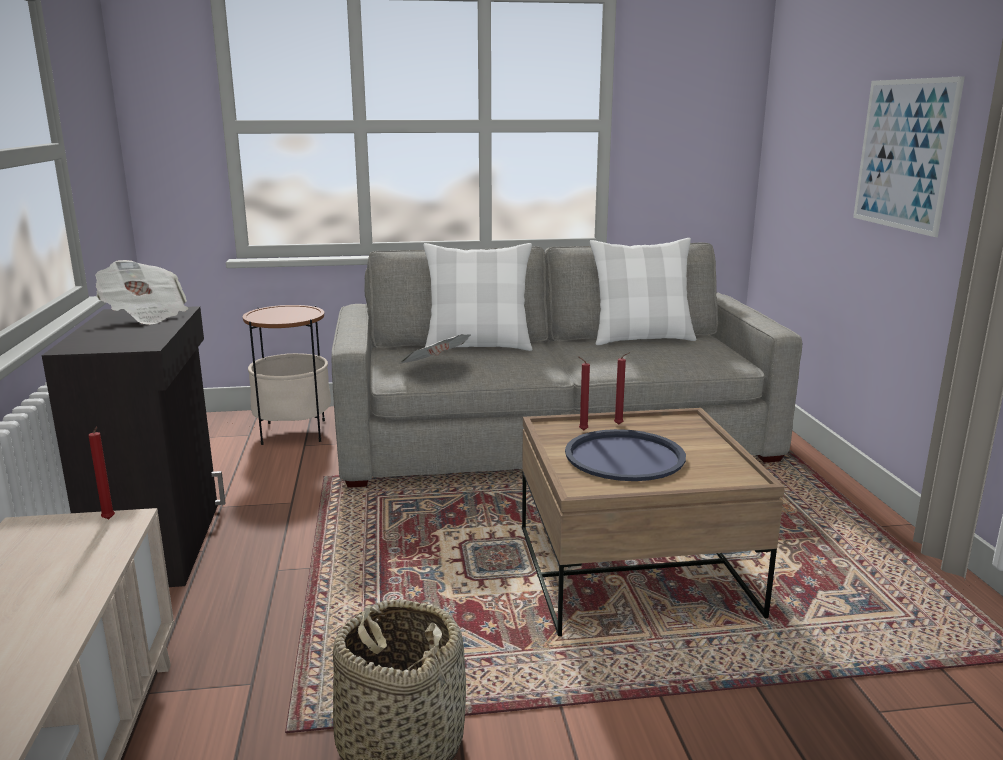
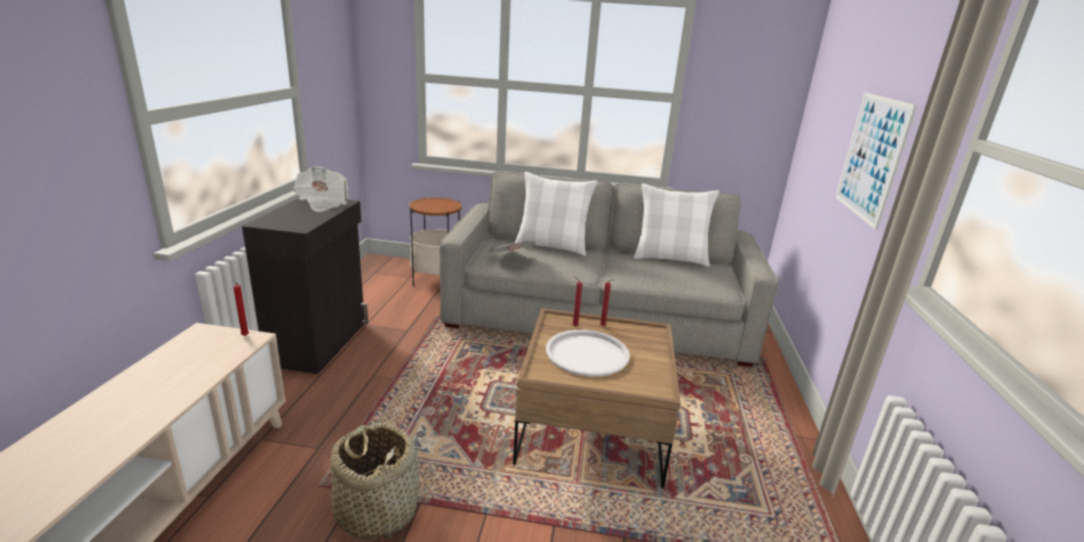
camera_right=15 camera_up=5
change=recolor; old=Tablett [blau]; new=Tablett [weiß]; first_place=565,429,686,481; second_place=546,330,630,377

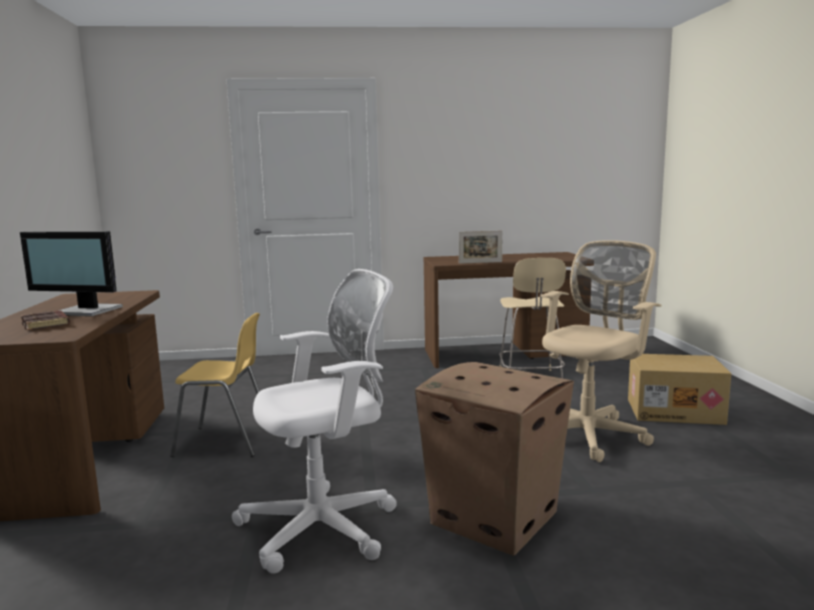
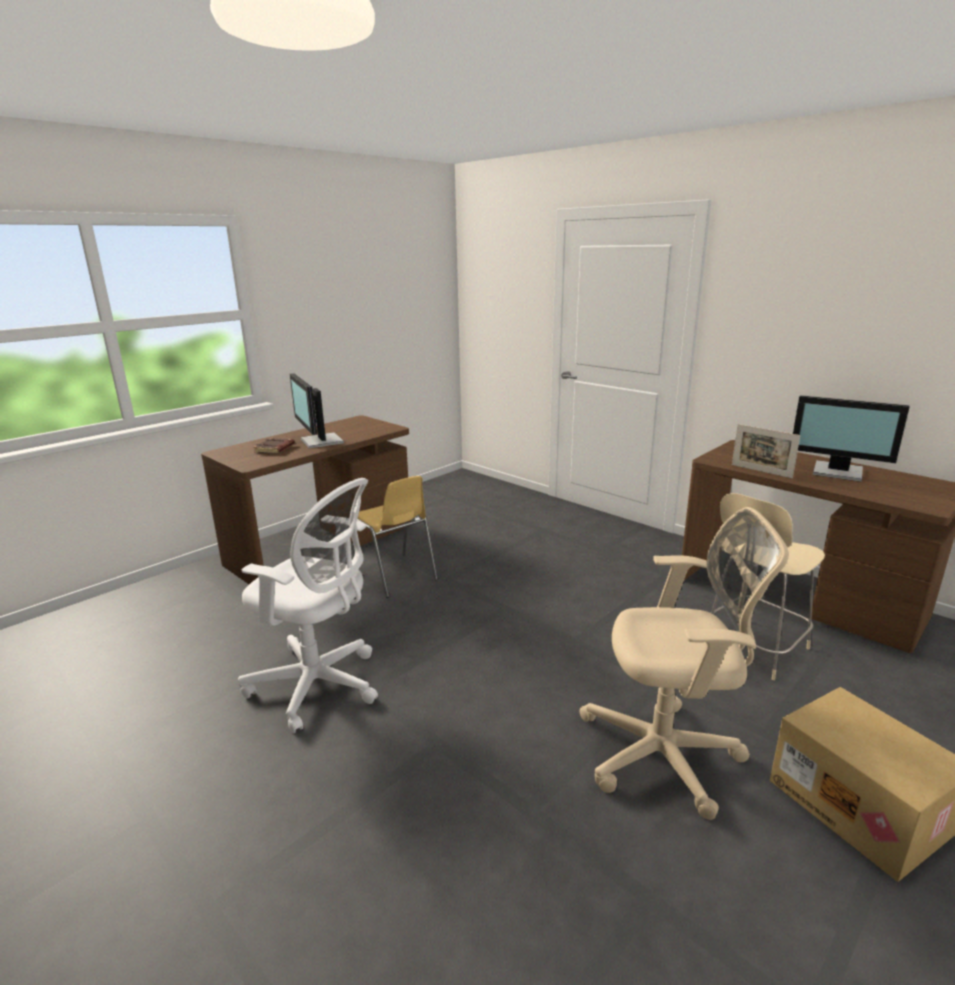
camera_right=50 camera_up=10
change=delete; old=Karton; first_place=415,362,574,556
change=insert; new=Monitor; second_place=793,395,910,482

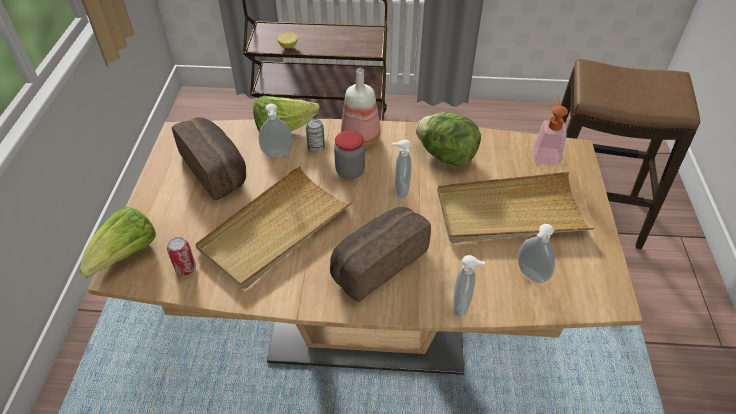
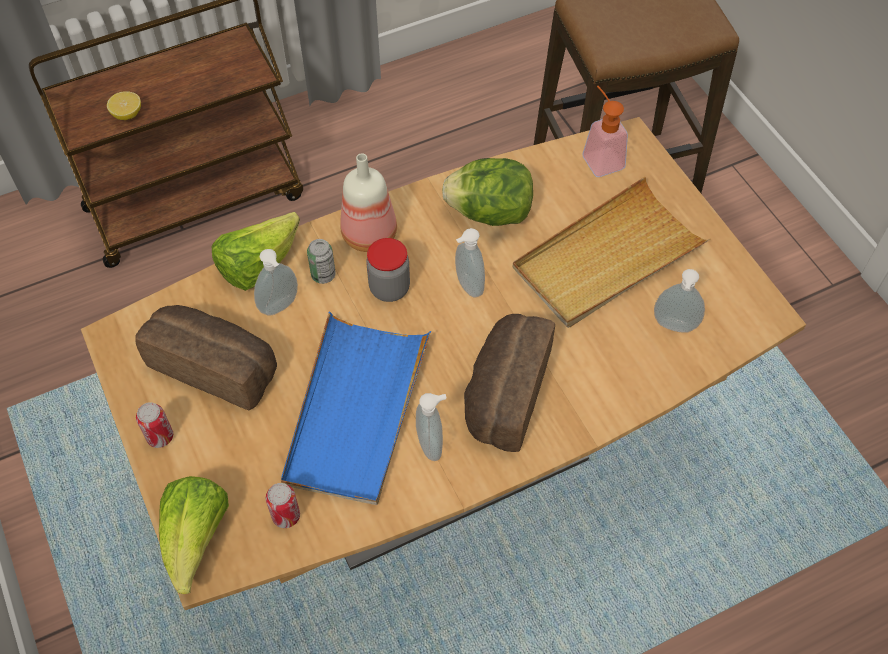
camera_right=-30 camera_up=10
change=recolor; old=Tablett [beige]; new=Tablett [blau]; first_place=195,165,353,289; second_place=281,312,431,505
change=move; old=Seifenspender; first_place=453,255,485,317; second_place=416,393,446,461
change=insert; new=Dose; second_place=136,402,173,448

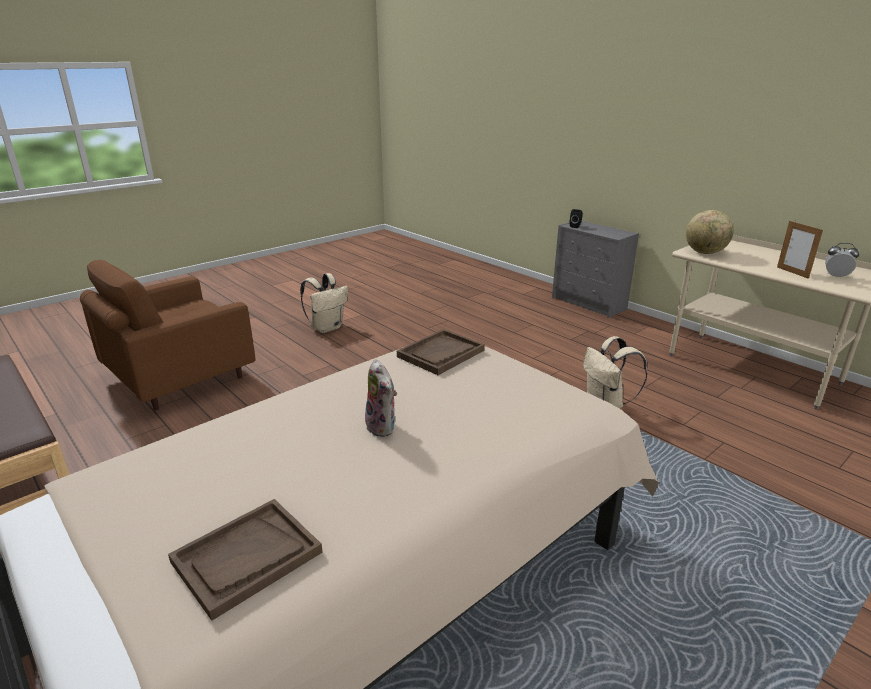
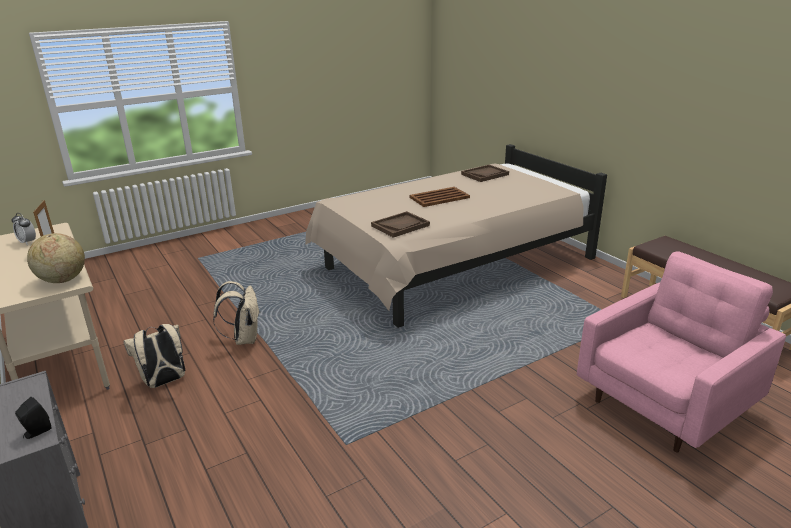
camera_right=-170 camera_up=0
change=recolor; old=Sessel [braun]; new=Sessel [rosa]; first_place=80,260,256,410; second_place=577,251,786,452
change=move; old=Rucksack [beige]; first_place=300,273,348,333; second_place=124,324,185,388
change=replace; old=Plüschtier; new=Tablett [braun]; first_place=365,359,397,437; second_place=409,187,470,207

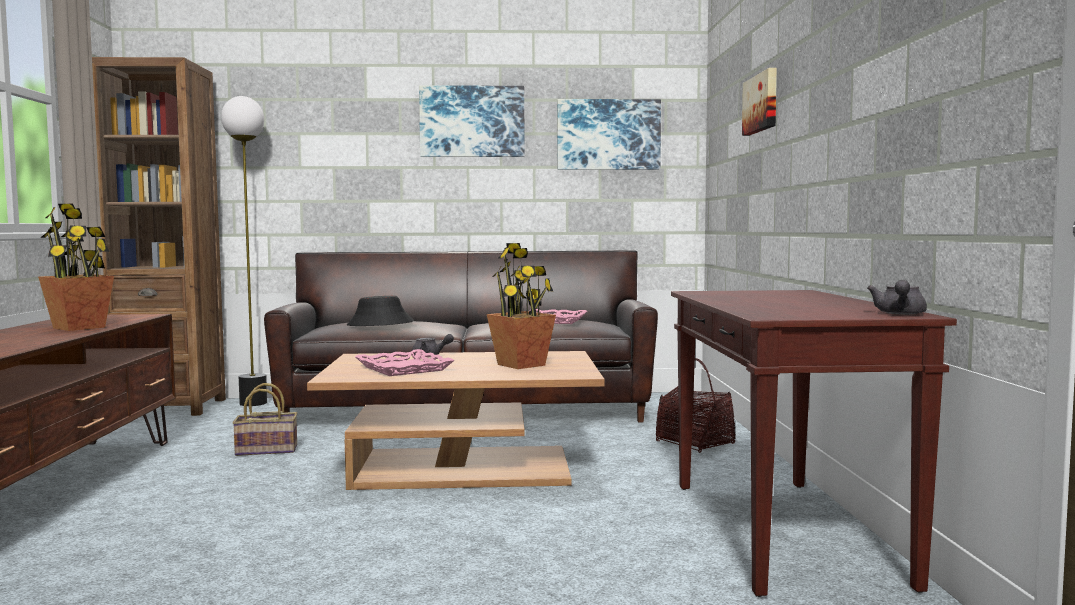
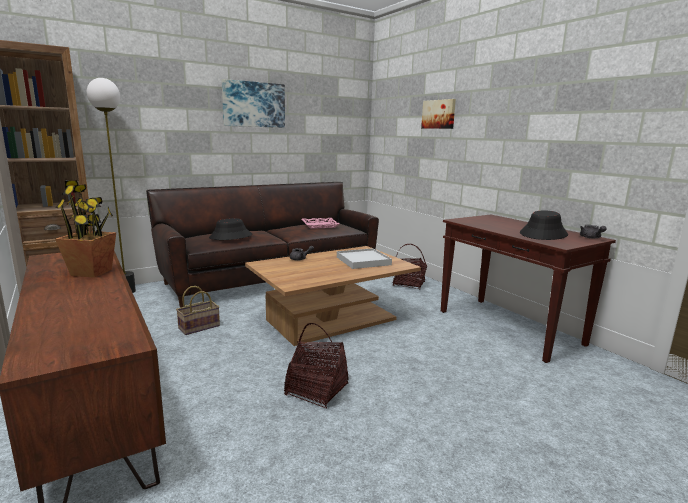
camera_right=-30 camera_up=10
change=delete; old=Tablett [rosa]; first_place=355,349,455,376
change=replace; old=Topfpflanze; new=Tablett [weiß]; first_place=487,243,556,369; second_place=337,248,392,269
change=delete; old=Bild; first_place=557,99,661,170
change=insert; new=Korb; second_place=284,323,349,408
change=insert; new=Hut [schwarz]; second_place=520,211,568,240

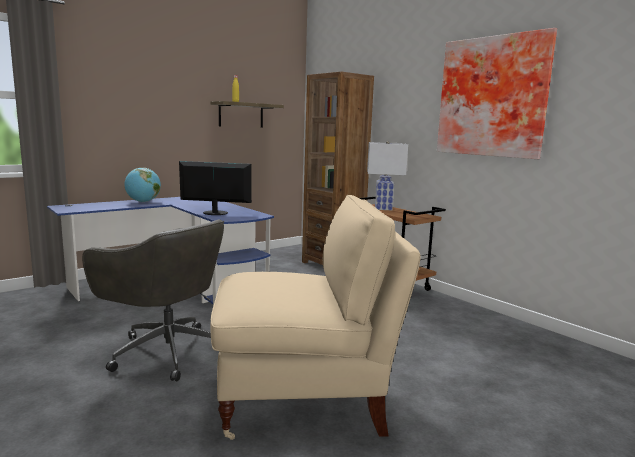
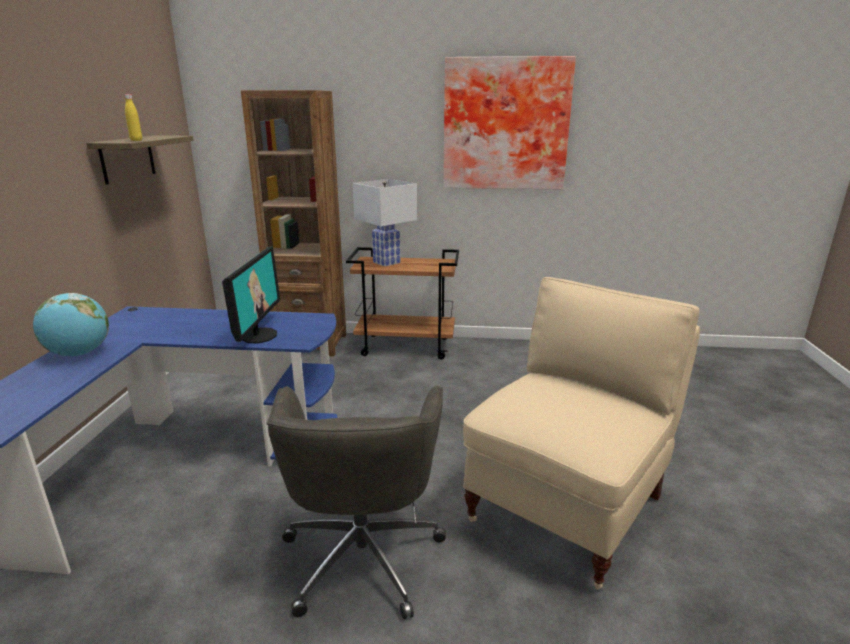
camera_right=-45 camera_up=10
change=rotate; old=Bürostuhl [grau]; first_place=82,219,224,381; second_place=266,386,446,620; degrees=105
change=rotate; old=Monitor; first_place=179,161,252,215; second_place=222,246,280,344; degrees=135

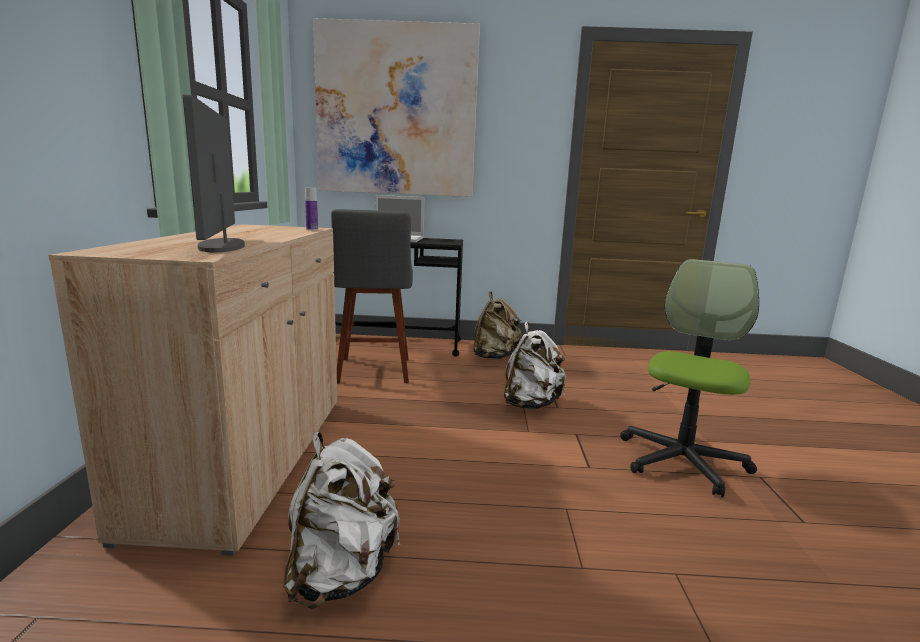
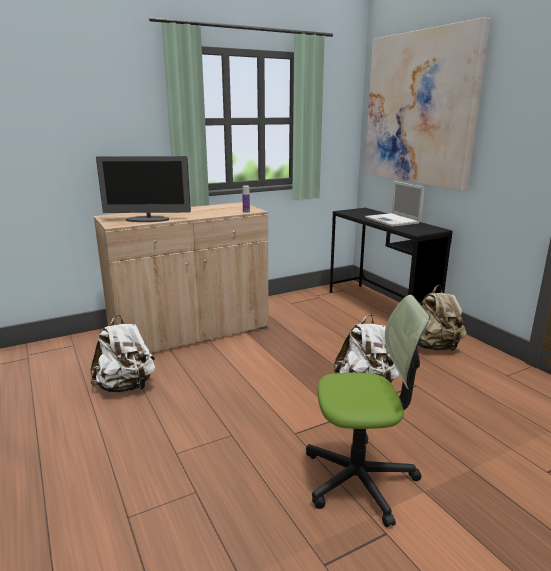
camera_right=60 camera_up=5
change=rotate; old=Monitor; first_place=183,94,245,252; second_place=96,156,191,222; degrees=-135
change=delete; old=Hocker [grau]; first_place=331,209,413,383

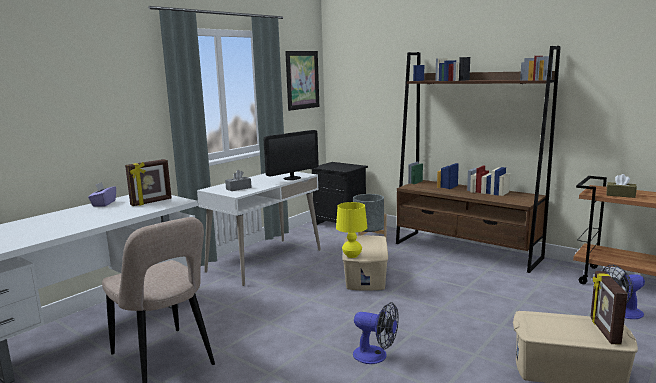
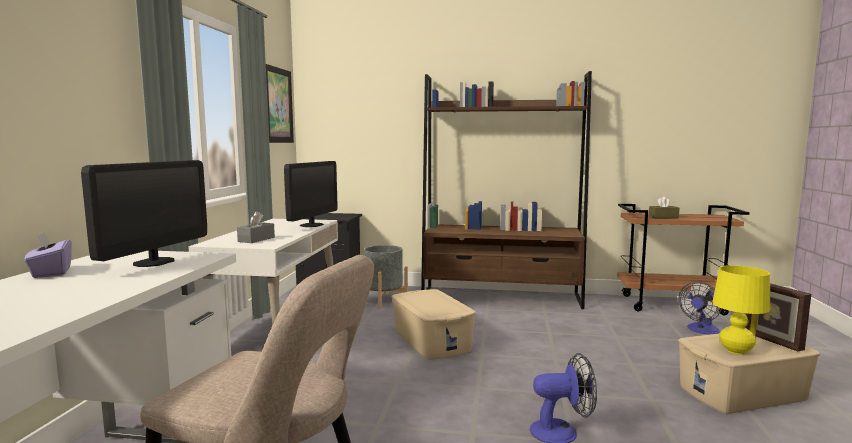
camera_right=-30 camera_up=-5
change=replace; old=Bilderrahmen; new=Monitor; first_place=125,159,172,206; second_place=81,160,207,267
change=move; old=Tischlampe [gelb]; first_place=336,202,367,258; second_place=712,265,770,354

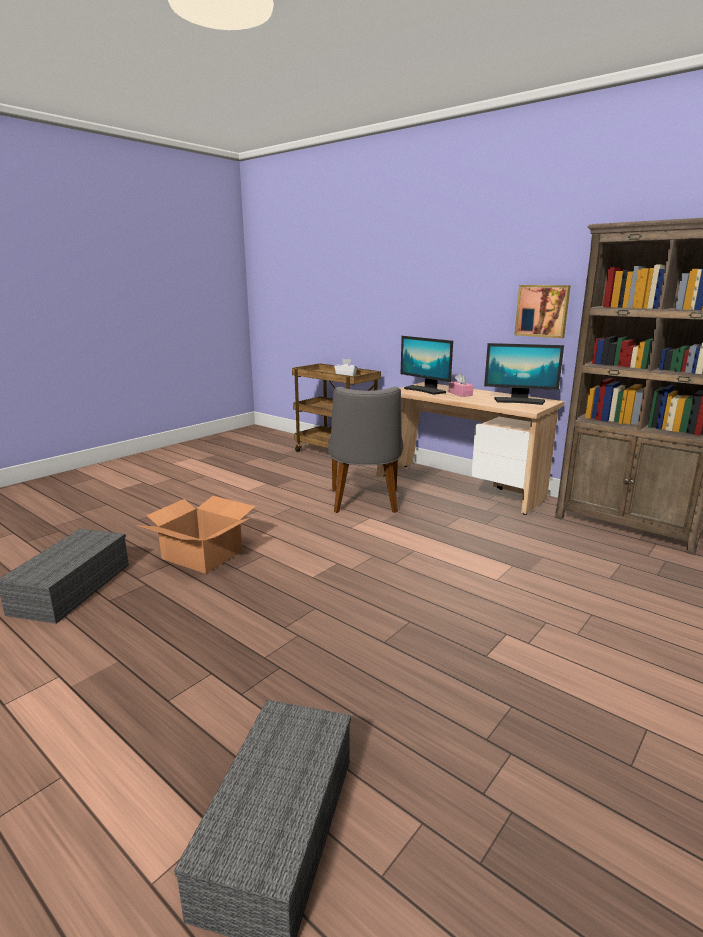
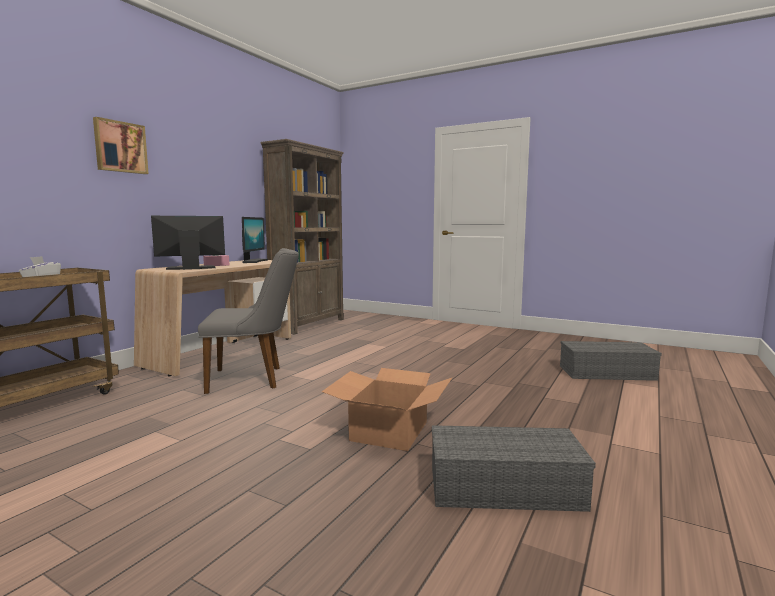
camera_right=-100 camera_up=-10
change=rotate; old=Monitor; first_place=401,336,453,395; second_place=151,216,225,270; degrees=-150
change=move; old=Bild; first_place=514,285,571,338; second_place=93,117,149,174

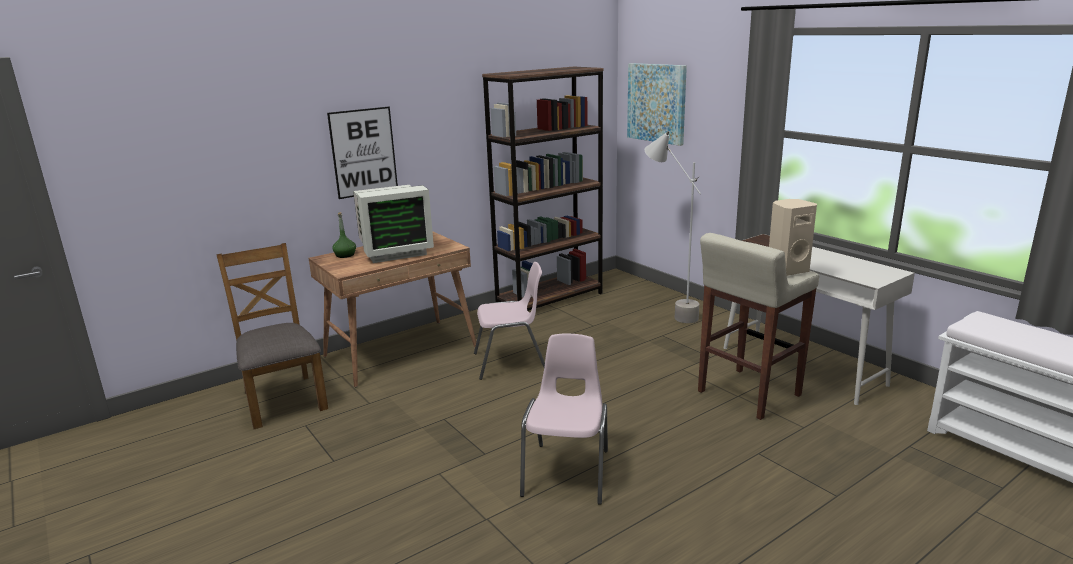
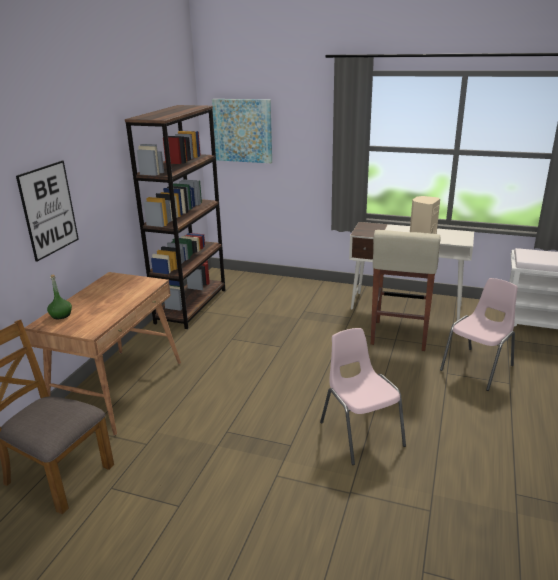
camera_right=-35 camera_up=5
change=delete; old=Monitor; first_place=353,185,434,263
change=move; old=Stuhl [rosa]; first_place=474,262,545,380; second_place=440,278,518,391
change=delete; old=Stehlampe [grau]; first_place=645,131,701,323

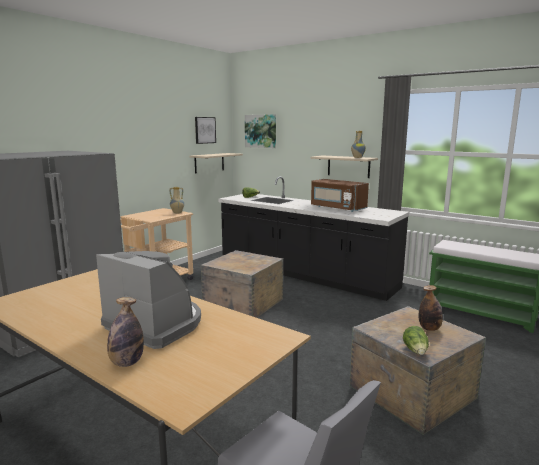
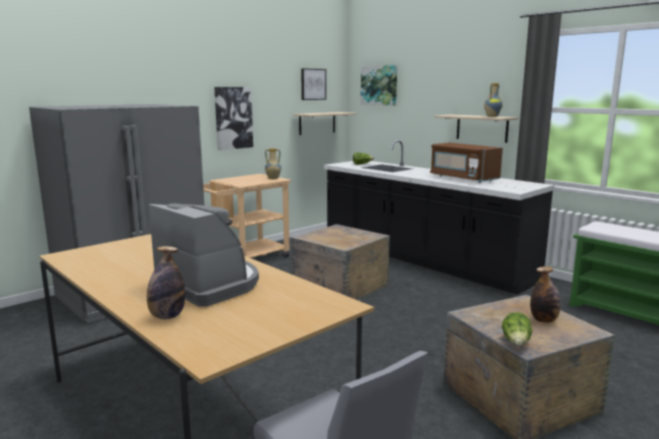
camera_right=10 camera_up=0
change=insert; new=Bild; second_place=214,87,253,150

